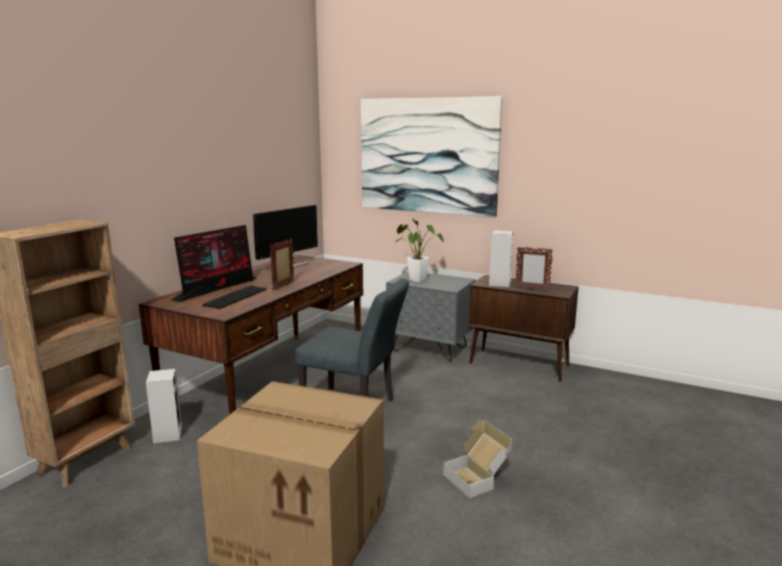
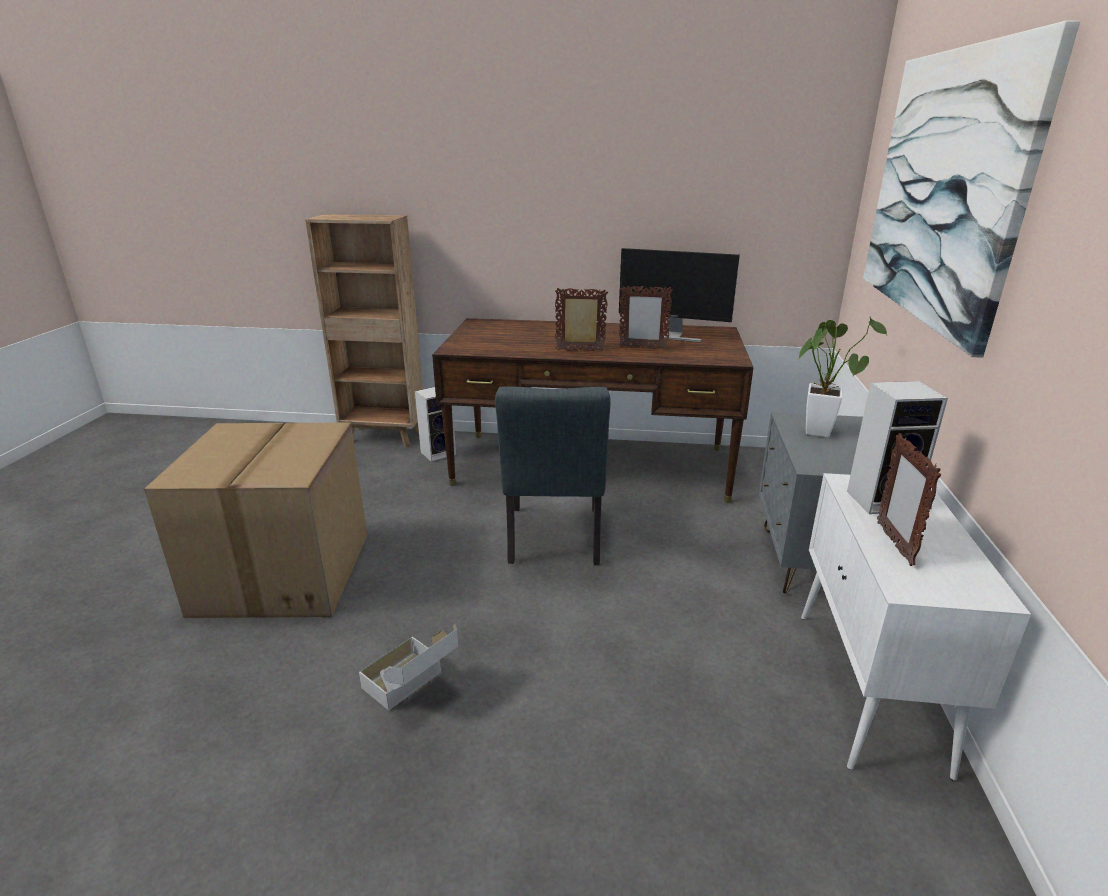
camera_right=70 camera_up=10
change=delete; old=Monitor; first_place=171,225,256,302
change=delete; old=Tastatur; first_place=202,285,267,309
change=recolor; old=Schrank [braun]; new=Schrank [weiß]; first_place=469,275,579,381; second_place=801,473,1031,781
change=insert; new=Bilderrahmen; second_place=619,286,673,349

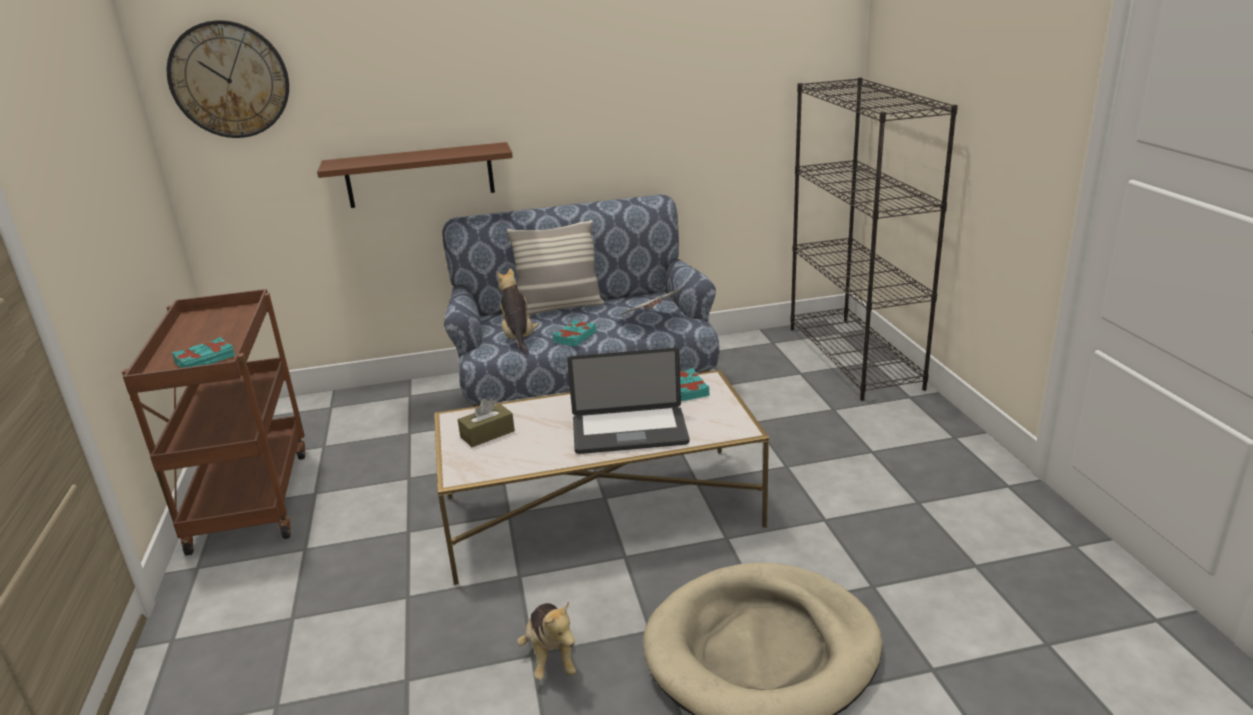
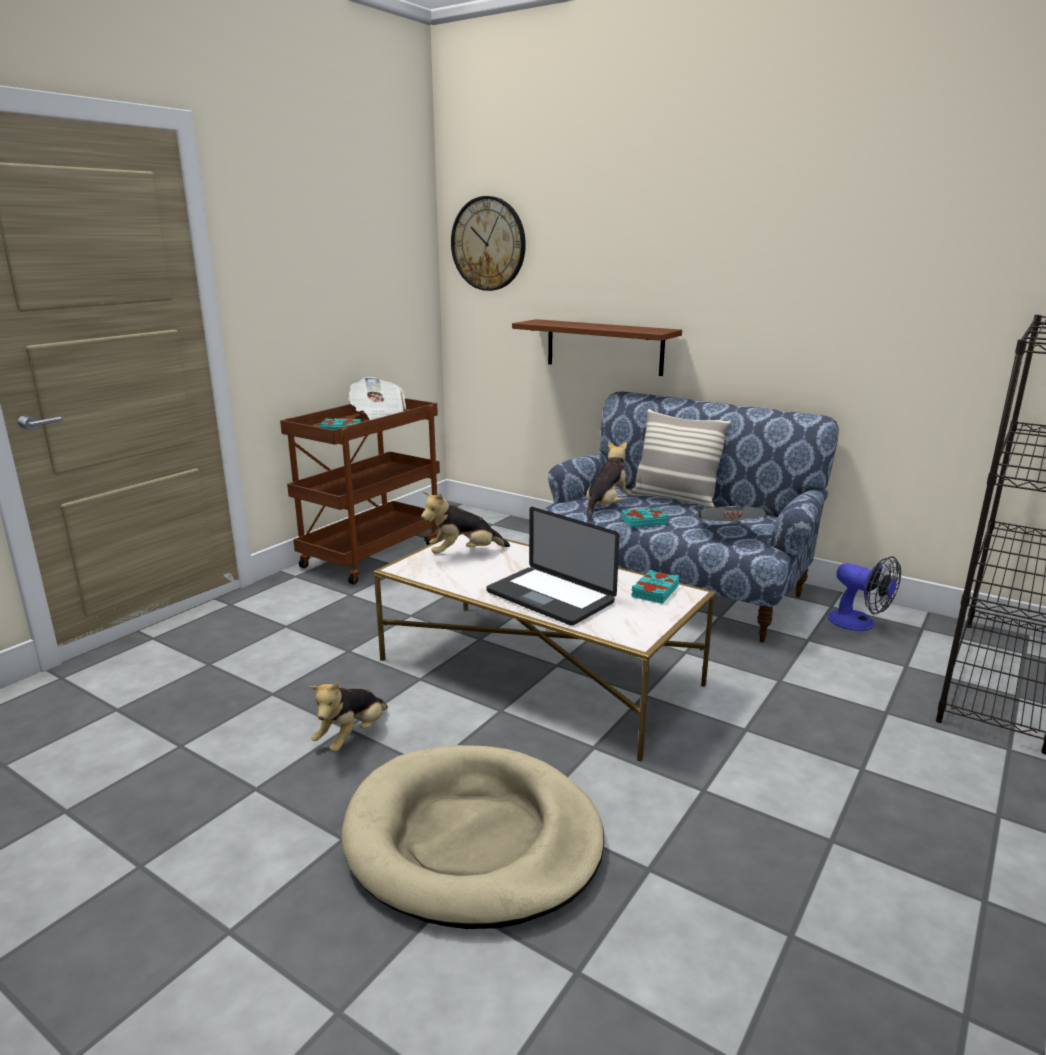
camera_right=45 camera_up=-5
change=replace; old=Taschentuchbox [braun]; new=Plüschtier; first_place=458,398,515,447; second_place=421,491,510,554
change=insert; new=Zeitung; second_place=348,377,406,420
change=insert; new=Ventilator; second_place=828,556,901,631

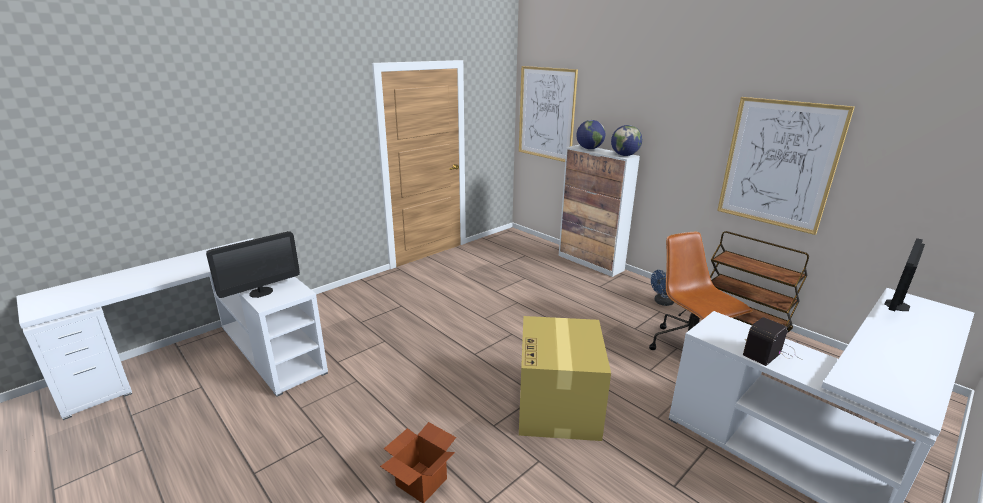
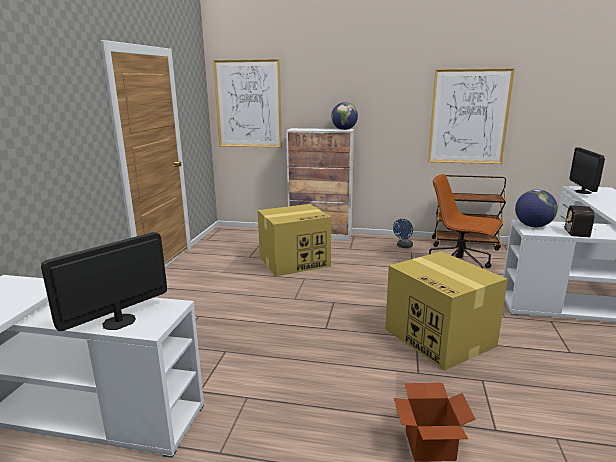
camera_right=-35 camera_up=-5
change=rotate; old=Monitor; first_place=206,231,300,298; second_place=41,232,167,331; degrees=-150
change=move; old=Globus; first_place=576,120,605,149; second_place=515,189,558,227
change=insert; new=Karton; second_place=258,204,331,276

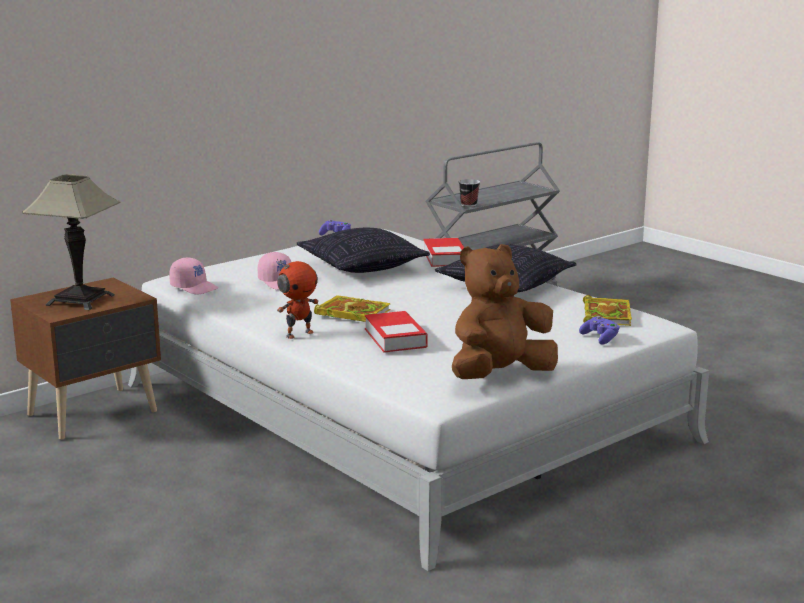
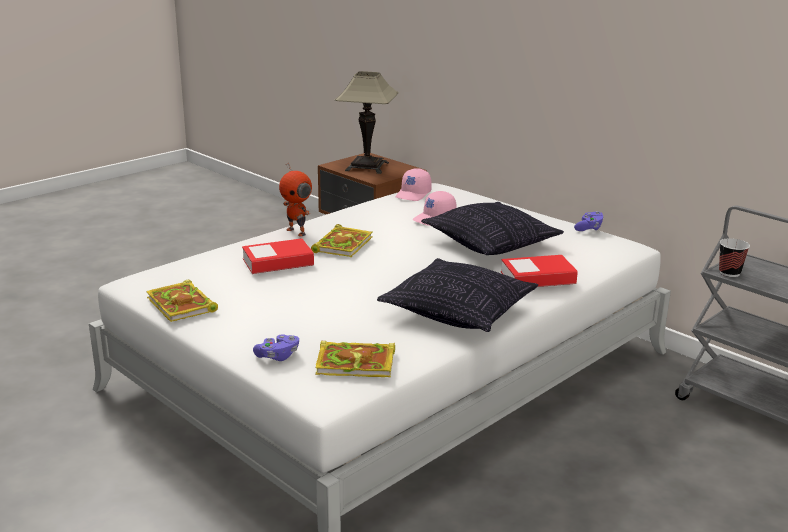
camera_right=85 camera_up=5
change=replace; old=Plüschtier [braun]; new=Buch; first_place=452,244,558,379; second_place=146,280,218,322

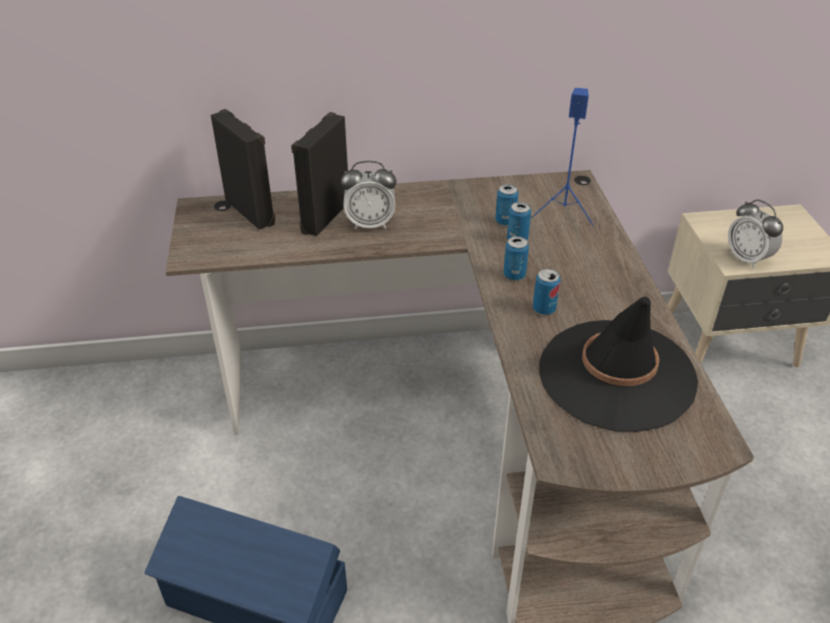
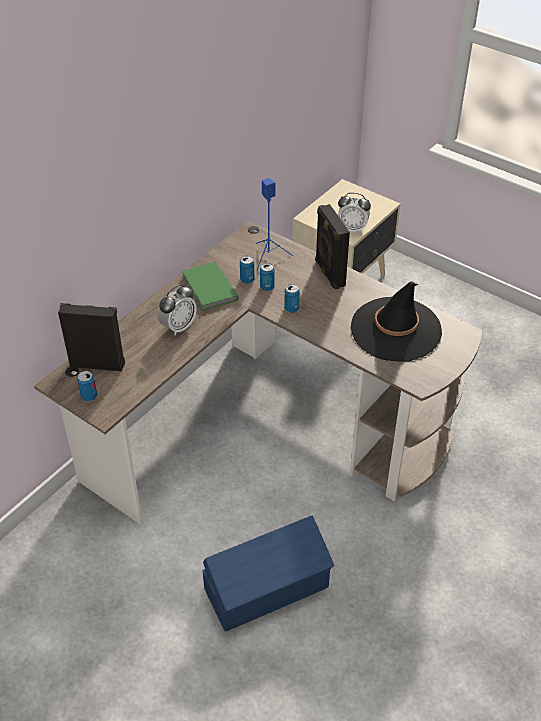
camera_right=-45 camera_up=5
change=move; old=Lautsprecher [schwarz]; first_place=291,112,348,236; second_place=315,204,350,290
change=move; old=Dose; first_place=533,269,560,315; second_place=77,371,97,401
change=insert; new=Buch [grün]; second_place=182,262,239,311

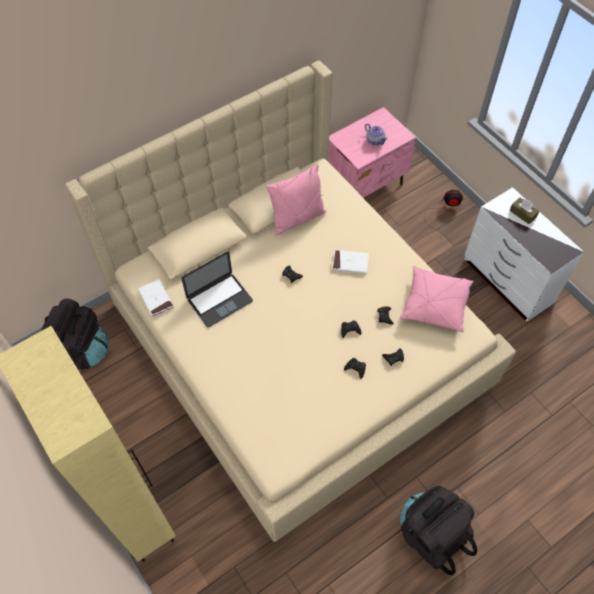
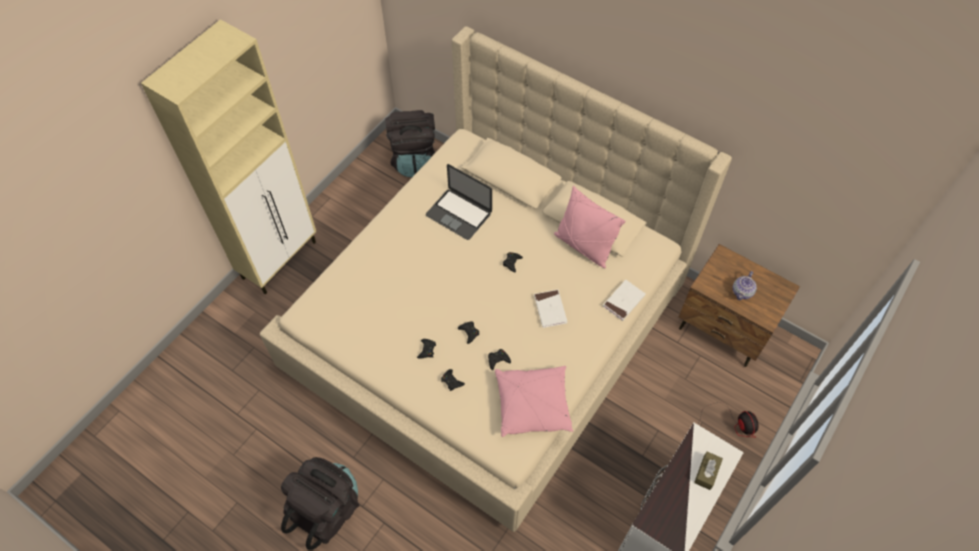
camera_right=70 camera_up=0
change=move; old=Buch [weiß]; first_place=138,280,174,317; second_place=603,280,646,321
change=recolor; old=Nachttisch [rosa]; new=Nachttisch [braun]; first_place=328,107,416,198; second_place=679,244,800,367

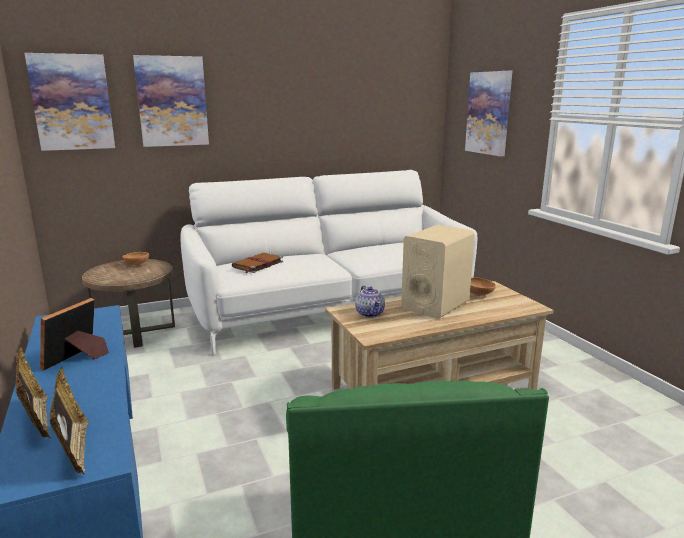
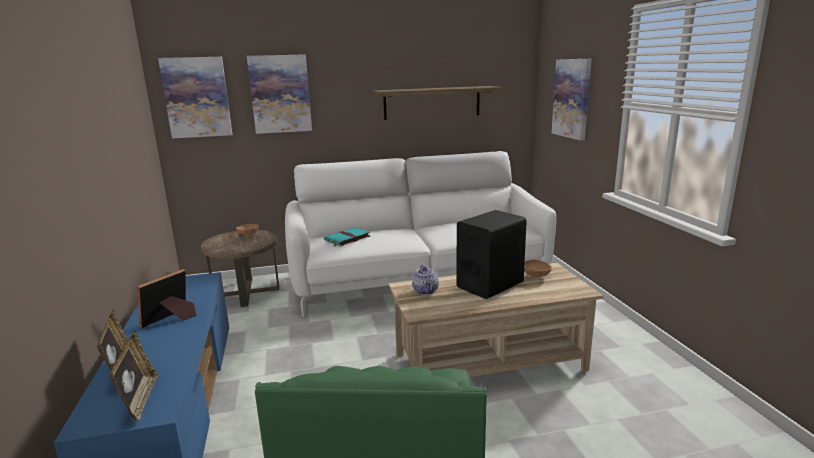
camera_right=10 camera_up=0
change=recolor; old=Buch [braun]; new=Buch [türkis]; first_place=232,253,283,273; second_place=324,228,371,247
change=recolor; old=Lautsprecher [beige]; new=Lautsprecher [schwarz]; first_place=401,225,474,319; second_place=457,210,527,299
change=insert; new=Wandregal; second_place=372,86,503,120

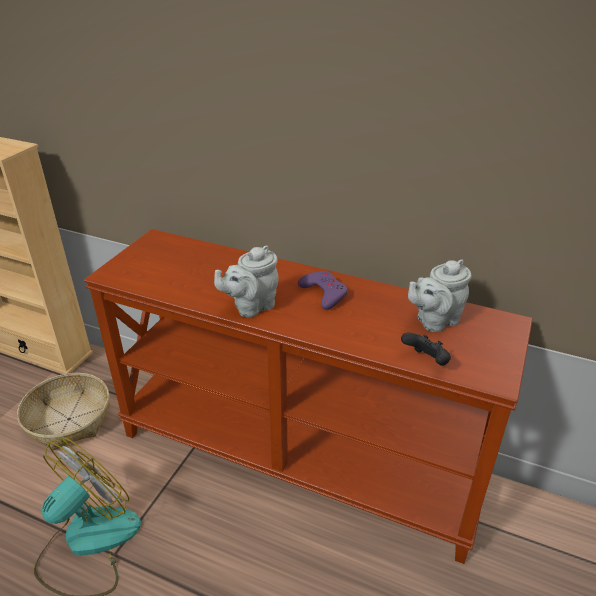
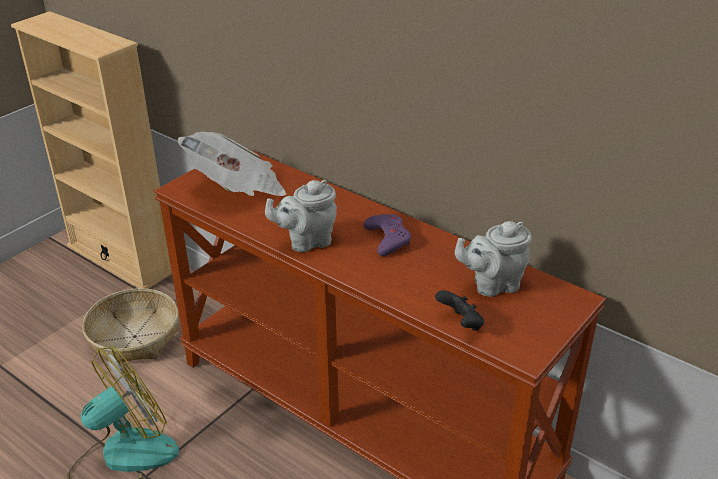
camera_right=15 camera_up=0
change=insert; new=Zeitung; second_place=178,132,286,196

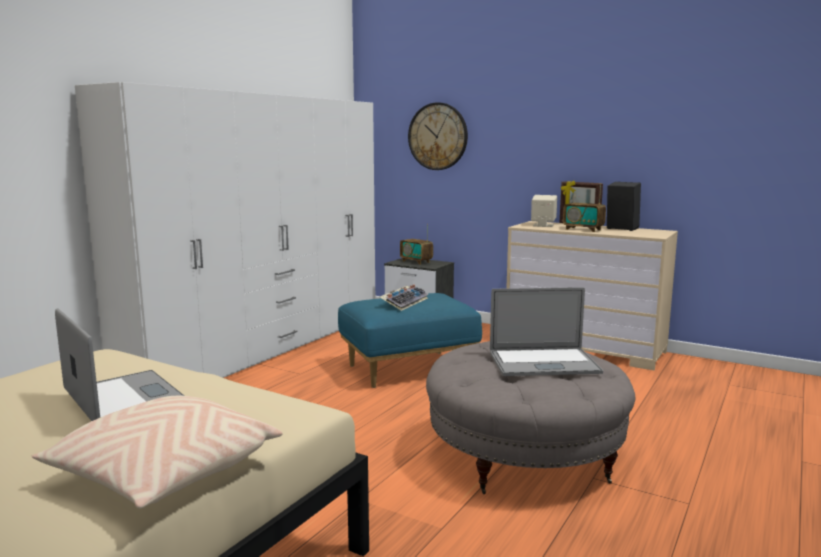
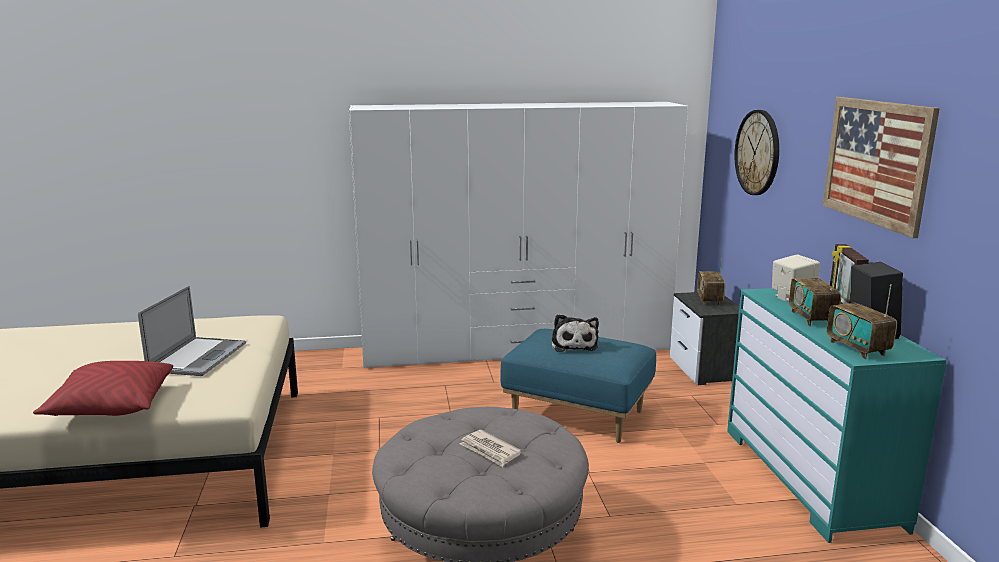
camera_right=50 camera_up=5
change=recolor; old=Kissen [beige]; new=Kissen [rot]; first_place=32,396,283,508; second_place=33,361,173,416
change=replace; old=Tastatur; new=Plüschtier; first_place=380,284,428,311; second_place=552,314,599,352
change=replace; old=Laptop; new=Zeitung; first_place=490,287,603,376; second_place=460,430,522,467
change=recolor; old=Kommode [beige]; new=Kommode [türkis]; first_place=506,221,678,371; second_place=727,288,947,543
change=insert; new=Bild; second_place=822,97,940,238
change=insert; new=Radio; second_place=827,284,897,359

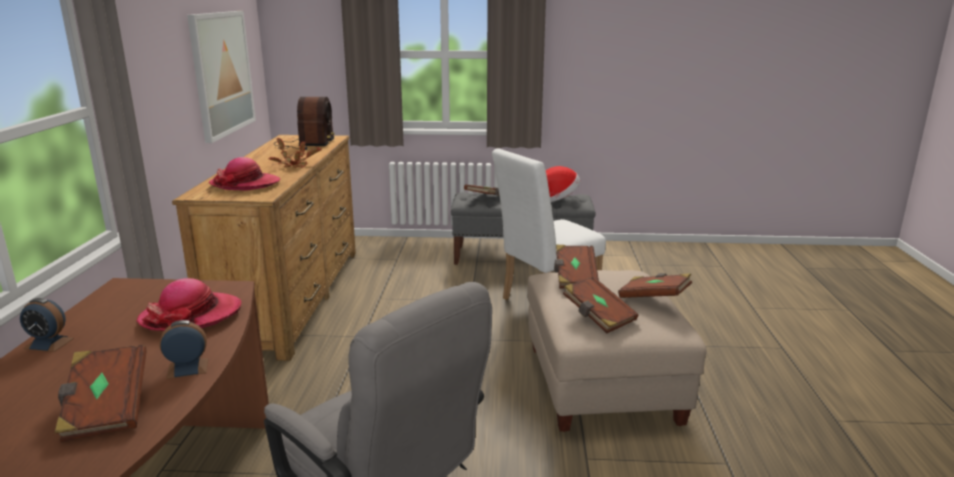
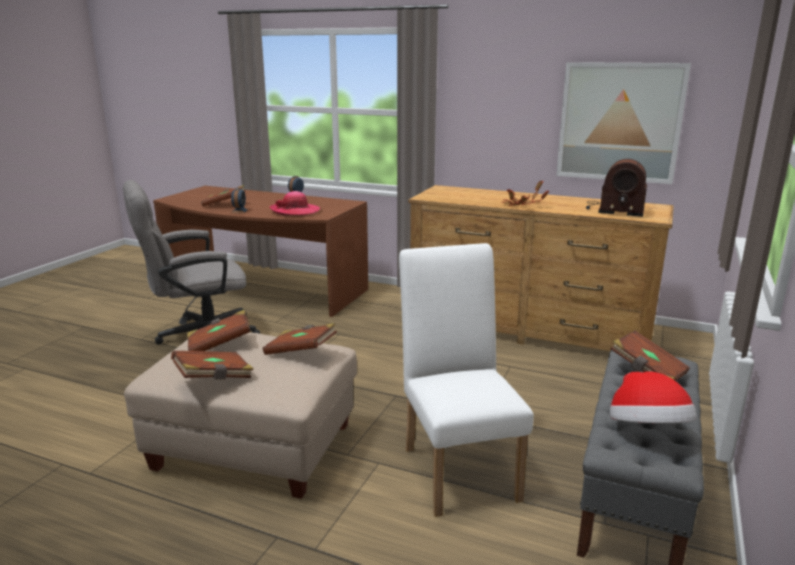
camera_right=110 camera_up=0
change=delete; old=Hut; first_place=209,157,280,191

